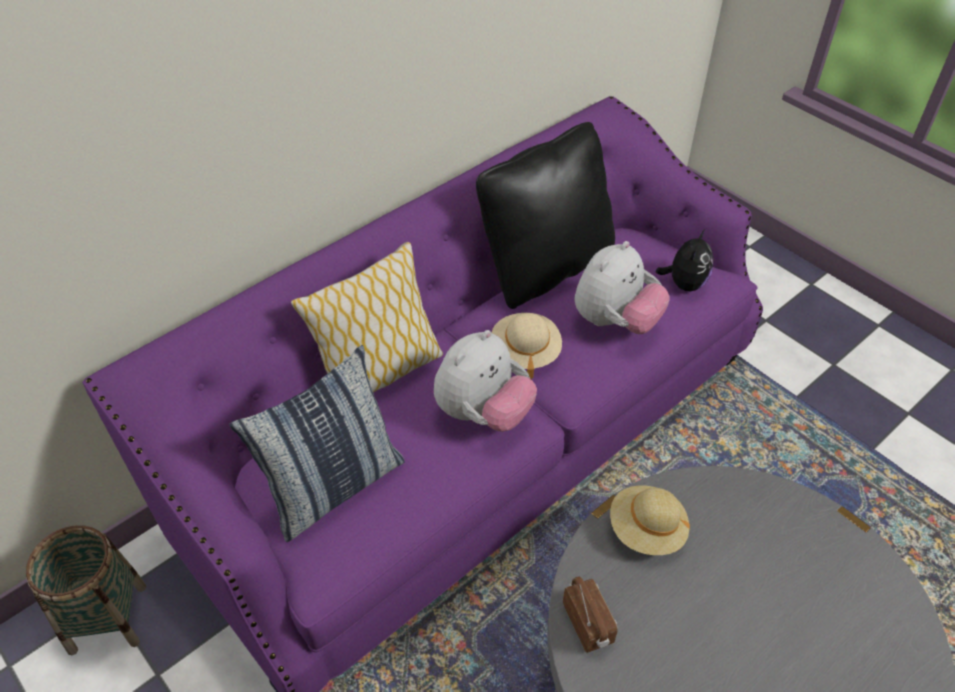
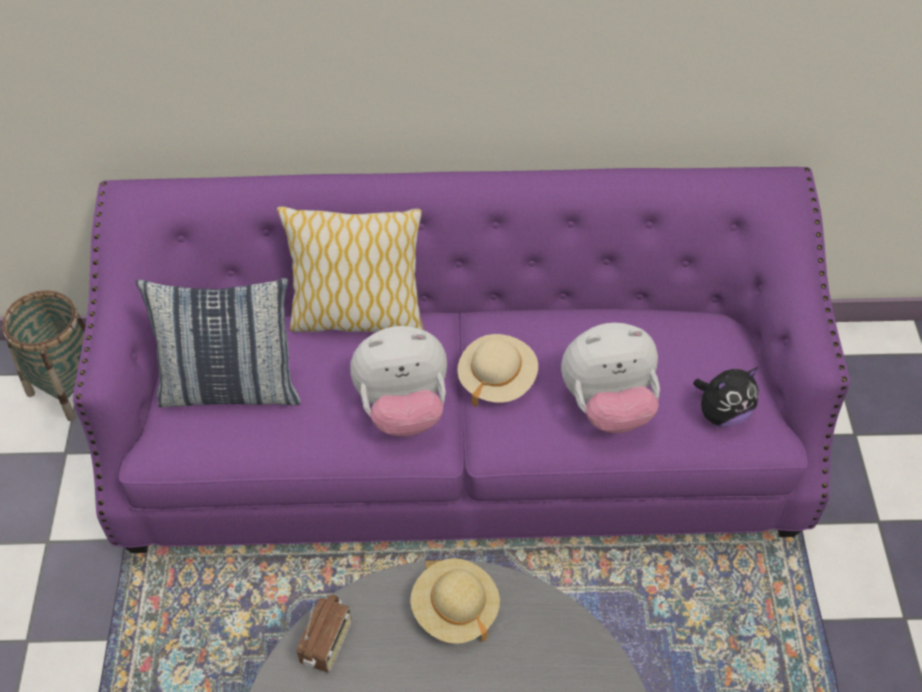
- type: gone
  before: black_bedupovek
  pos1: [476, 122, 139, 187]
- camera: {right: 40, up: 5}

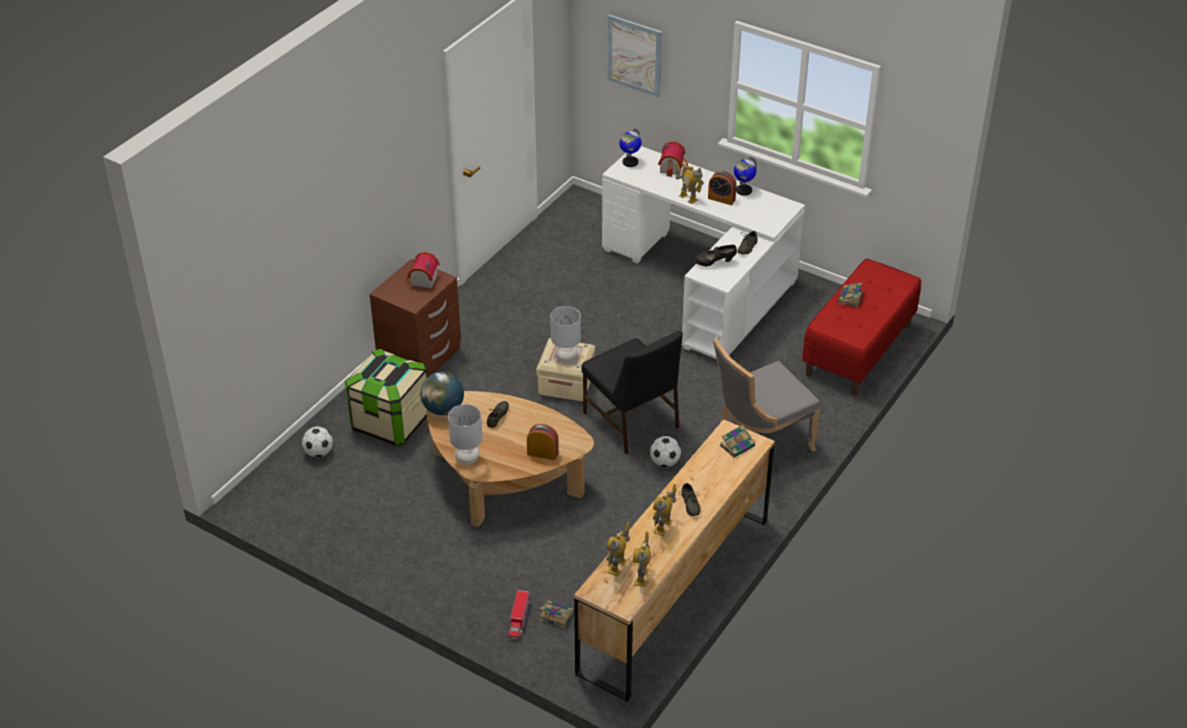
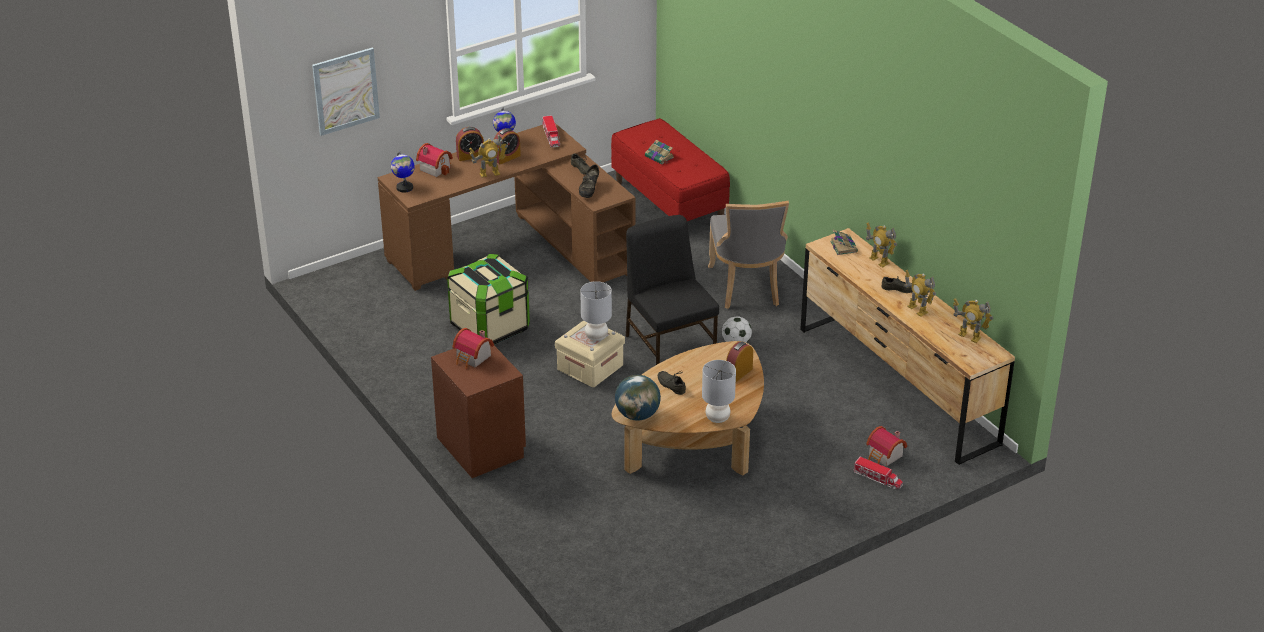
- type: repainted
  before: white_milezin
  after: brown_milezin
  pos1: [602, 146, 203, 213]
  pos2: [378, 123, 257, 168]
- type: rotated
  before: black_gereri
  pos1: [581, 331, 102, 123]
  pos2: [626, 215, 93, 150]
  turn: -105
- type: shifted
  before: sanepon
  pos1: [345, 349, 83, 97]
  pos2: [447, 254, 83, 91]
- type: gone
  before: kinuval
  pos1: [302, 427, 31, 30]
- type: shifted
  before: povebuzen
  pos1: [607, 522, 23, 54]
  pos2: [866, 222, 31, 45]
- type: swapped
  before: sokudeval
  after: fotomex
  pos1: [539, 601, 34, 27]
  pos2: [866, 426, 41, 40]
- type: new
  after: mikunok
  pos2: [543, 115, 17, 32]
- type: new
  after: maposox
  pos2: [456, 127, 28, 34]
- camera: {right: -65, up: -5}

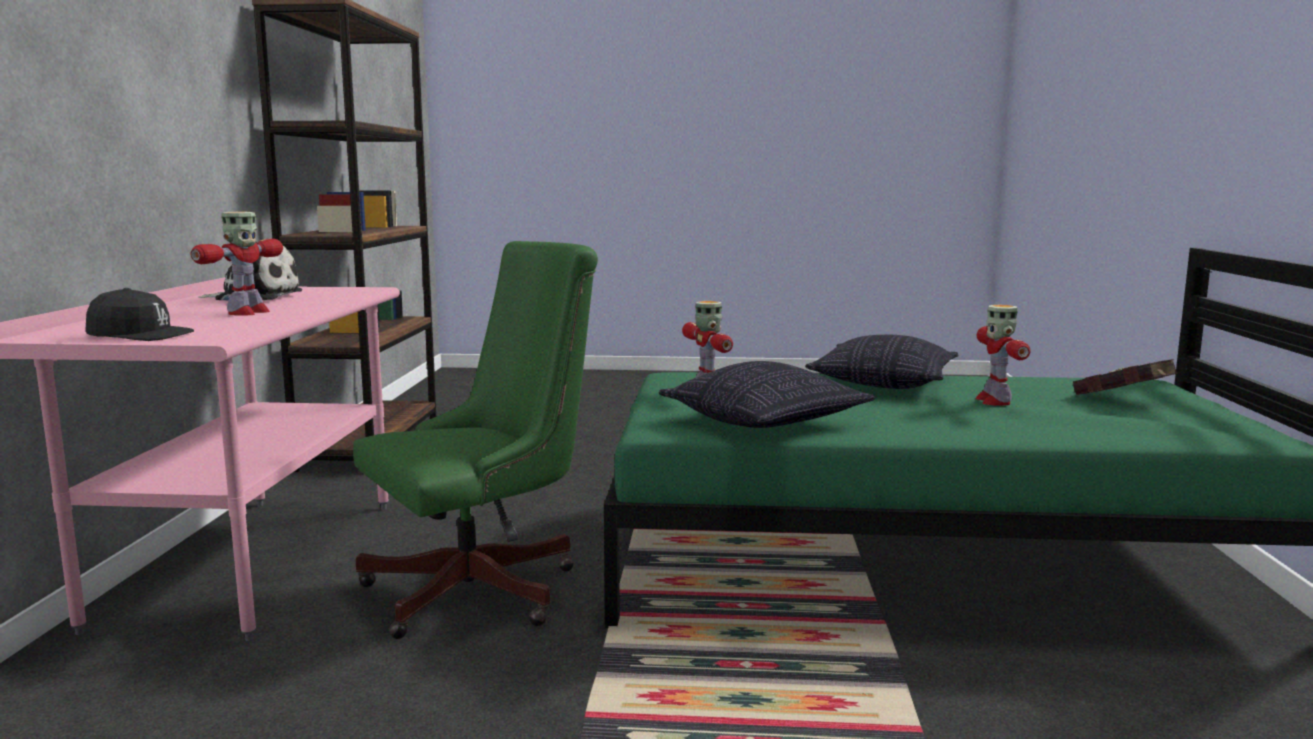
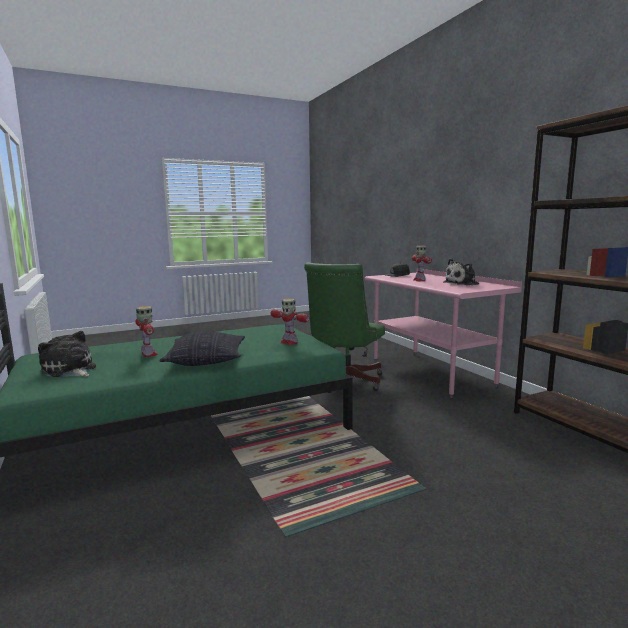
- type: swapped
  before: red_sokudeval
  after: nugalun
  pos1: [1073, 359, 105, 36]
  pos2: [38, 331, 58, 46]
- type: gone
  before: bedupovek
  pos1: [659, 361, 217, 67]
- camera: {right: 150, up: 0}

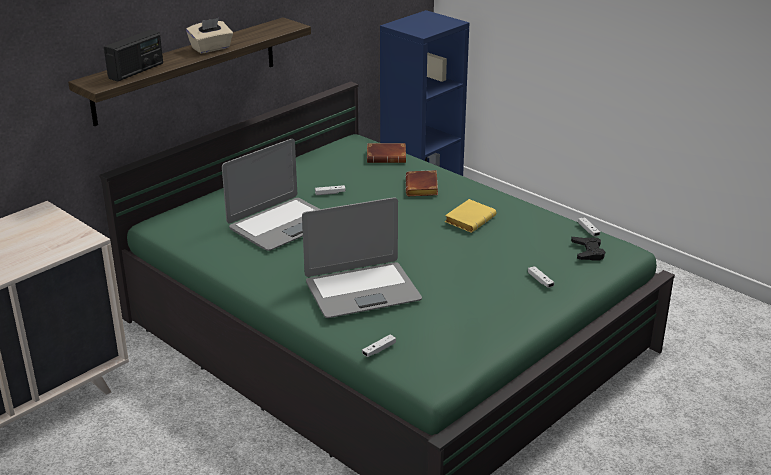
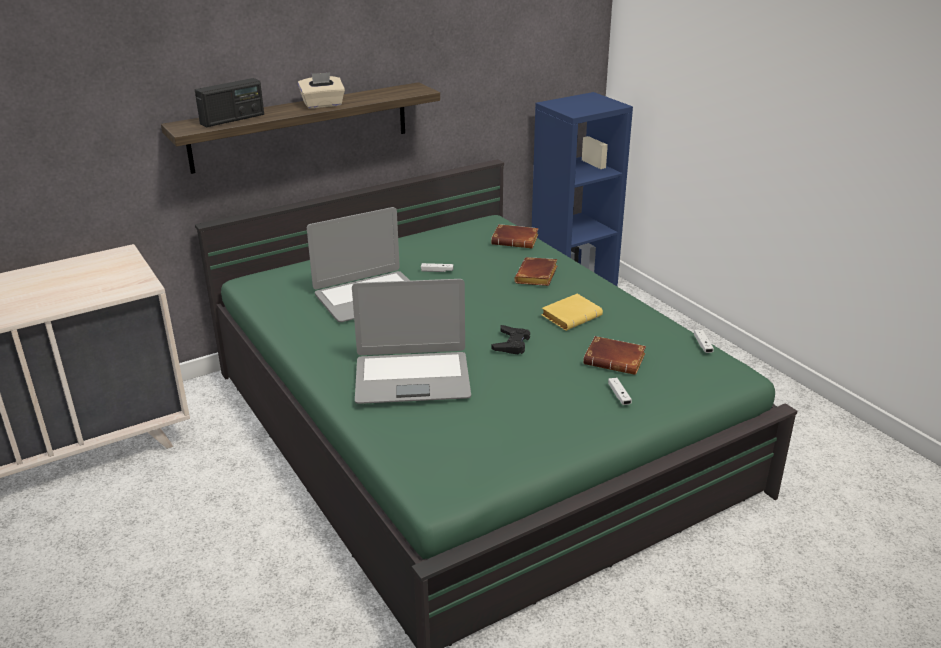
- type: shifted
  before: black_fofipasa
  pos1: [571, 237, 34, 24]
  pos2: [491, 325, 39, 29]
- type: gone
  before: white_fofipasa
  pos1: [362, 335, 34, 22]
- type: new
  after: brown_sokudeval
  pos2: [583, 336, 63, 39]
- camera: {right: 15, up: 0}

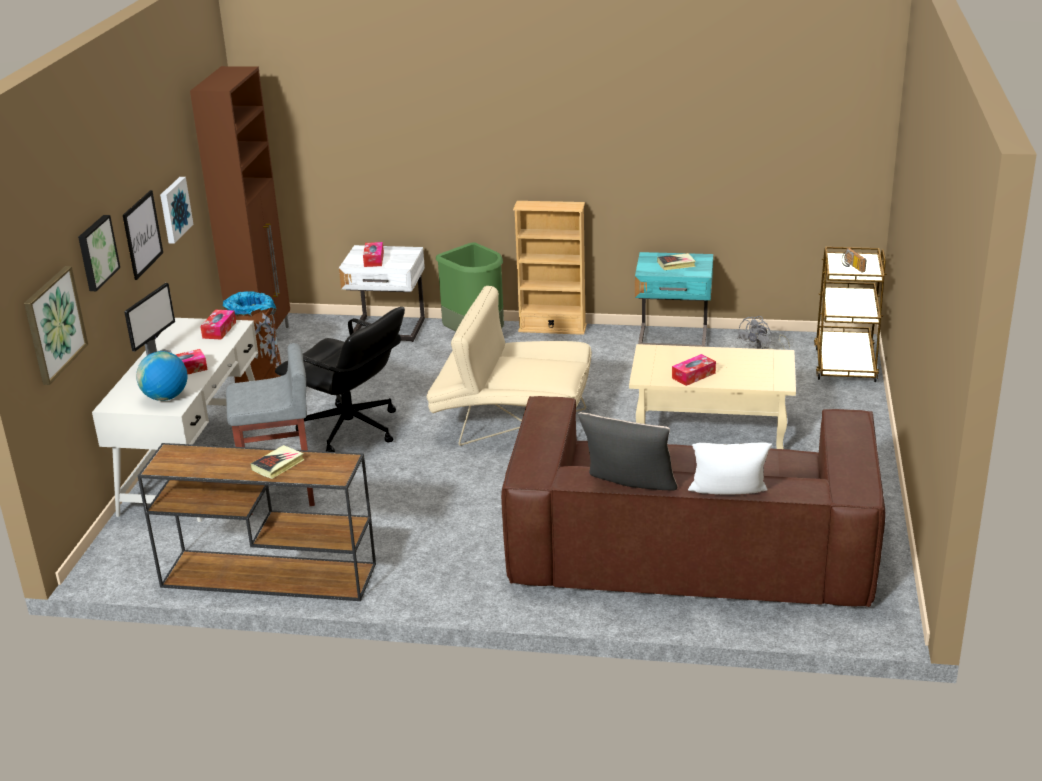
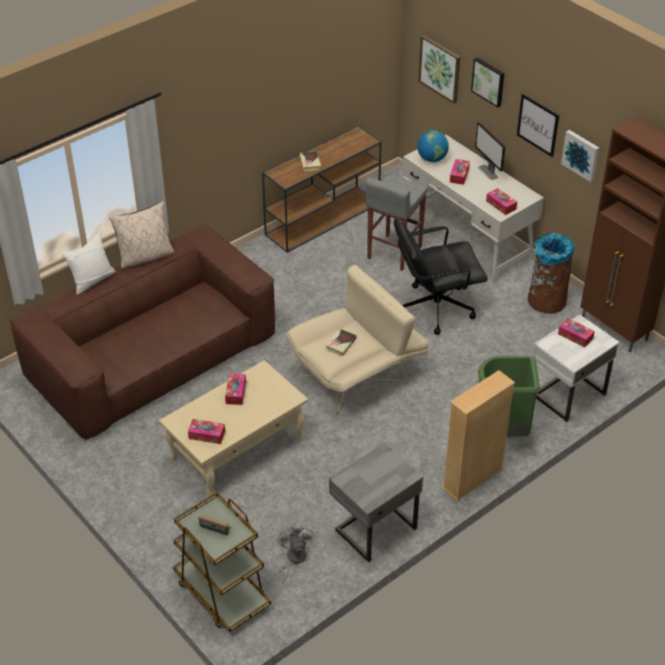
- type: repainted
  before: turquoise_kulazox
  after: grey_kulazox
  pos1: [635, 252, 78, 95]
  pos2: [329, 443, 94, 119]
- type: shifted
  before: sokudeval
  pos1: [657, 253, 39, 17]
  pos2: [325, 329, 32, 27]
- type: new
  after: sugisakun
  pos2: [188, 419, 37, 25]
- camera: {right: 130, up: 15}

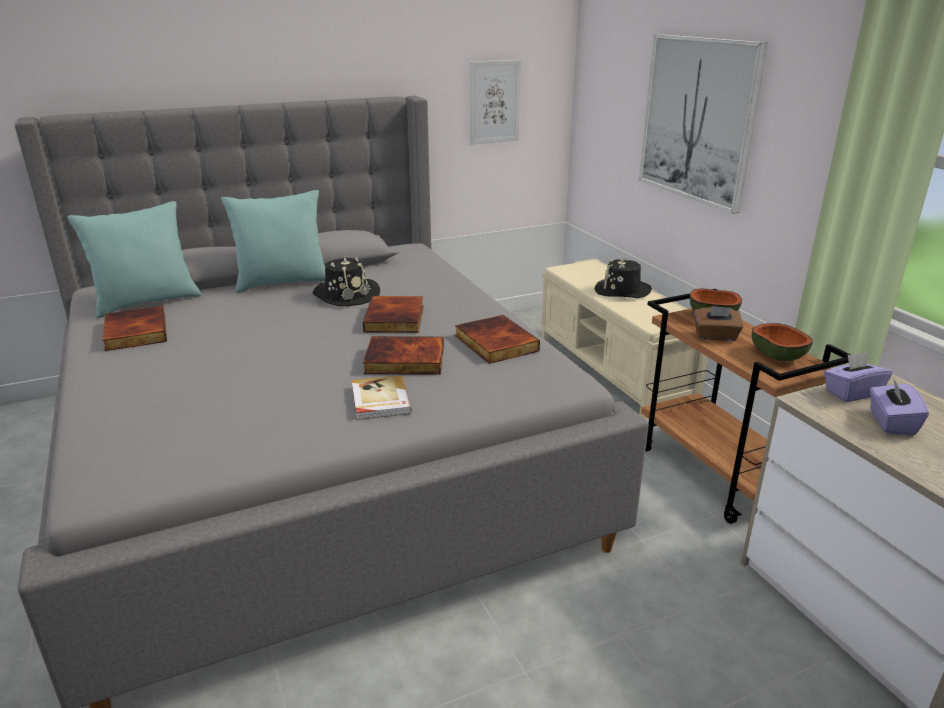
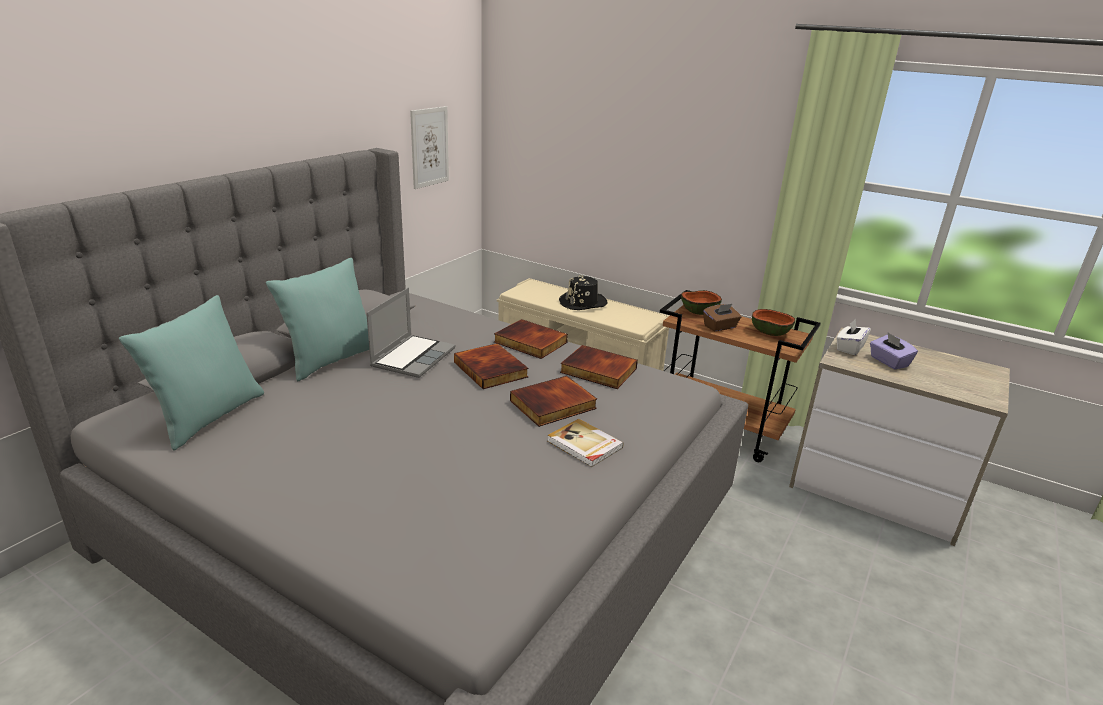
- type: gone
  before: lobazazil
  pos1: [639, 34, 129, 180]
- type: swapped
  before: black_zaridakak
  after: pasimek
  pos1: [313, 257, 67, 49]
  pos2: [366, 288, 89, 90]
- type: shifted
  before: sokudeval
  pos1: [102, 306, 65, 45]
  pos2: [494, 319, 74, 40]
- type: repainted
  before: purple_sugisakun
  after: white_sugisakun
  pos1: [824, 352, 68, 50]
  pos2: [836, 319, 35, 36]
- camera: {right: -35, up: 0}

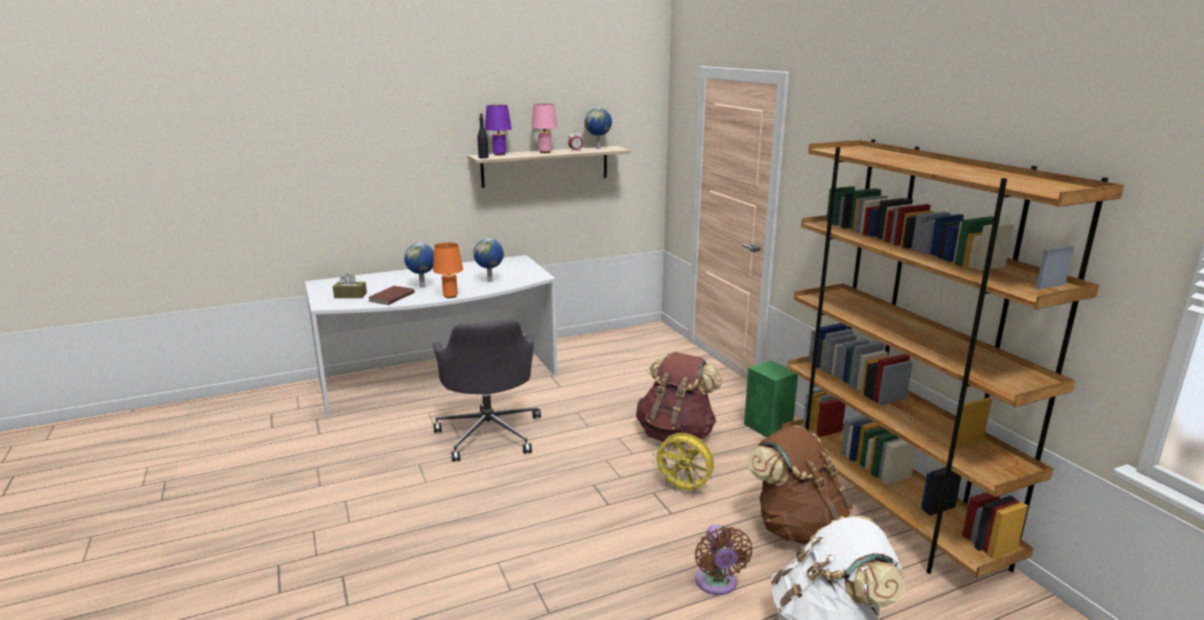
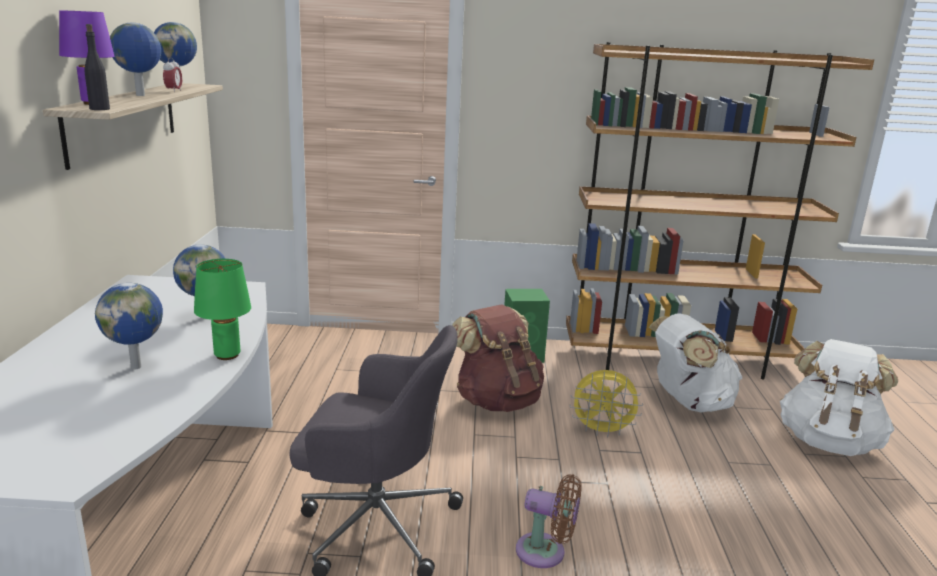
- type: swapped
  before: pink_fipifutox
  after: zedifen
  pos1: [531, 103, 26, 50]
  pos2: [110, 23, 51, 73]
- type: repainted
  before: orange_fipifutox
  after: green_fipifutox
  pos1: [433, 242, 30, 56]
  pos2: [194, 259, 57, 101]
- type: gone
  before: brown_sugisakun
  pos1: [333, 273, 34, 25]
- type: gone
  before: brown_sokudeval
  pos1: [368, 286, 47, 19]
- type: repainted
  before: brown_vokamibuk
  after: white_vokamibuk
  pos1: [747, 425, 106, 119]
  pos2: [649, 314, 93, 98]
- type: rotated
  before: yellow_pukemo
  pos1: [652, 433, 62, 62]
  pos2: [570, 370, 73, 67]
  turn: 45
- type: shifted
  before: brown_pukemo
  pos1: [695, 524, 57, 71]
  pos2: [516, 474, 65, 94]
- camera: {right: -65, up: 0}

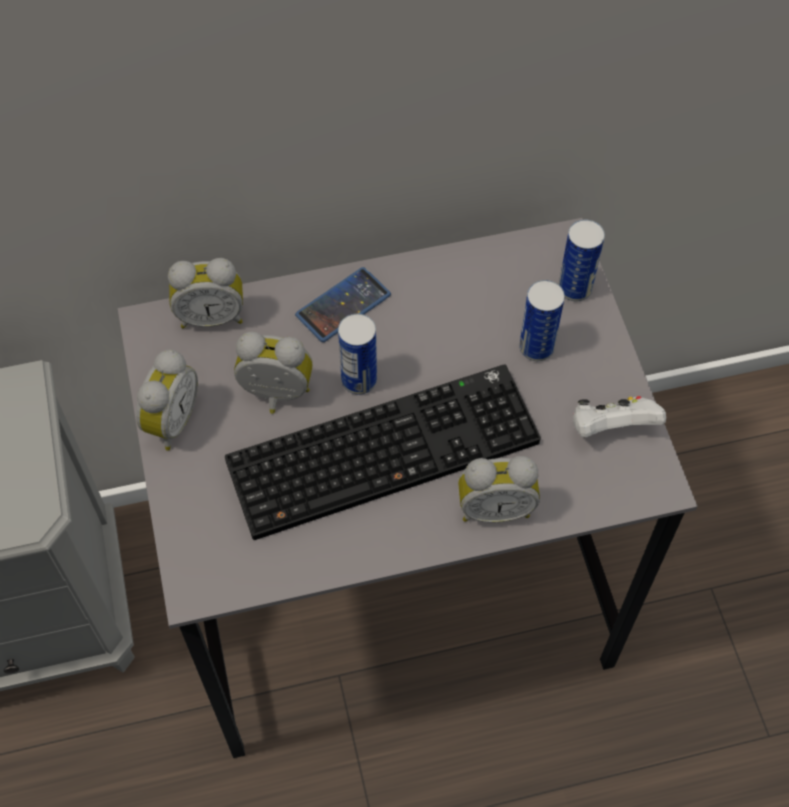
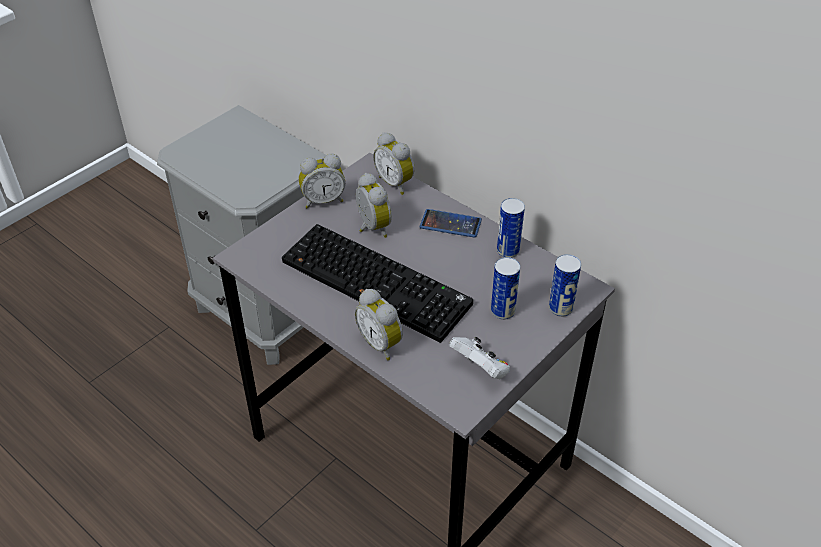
- type: shifted
  before: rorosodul
  pos1: [338, 314, 39, 81]
  pos2: [497, 198, 28, 60]
- camera: {right: 55, up: -15}

